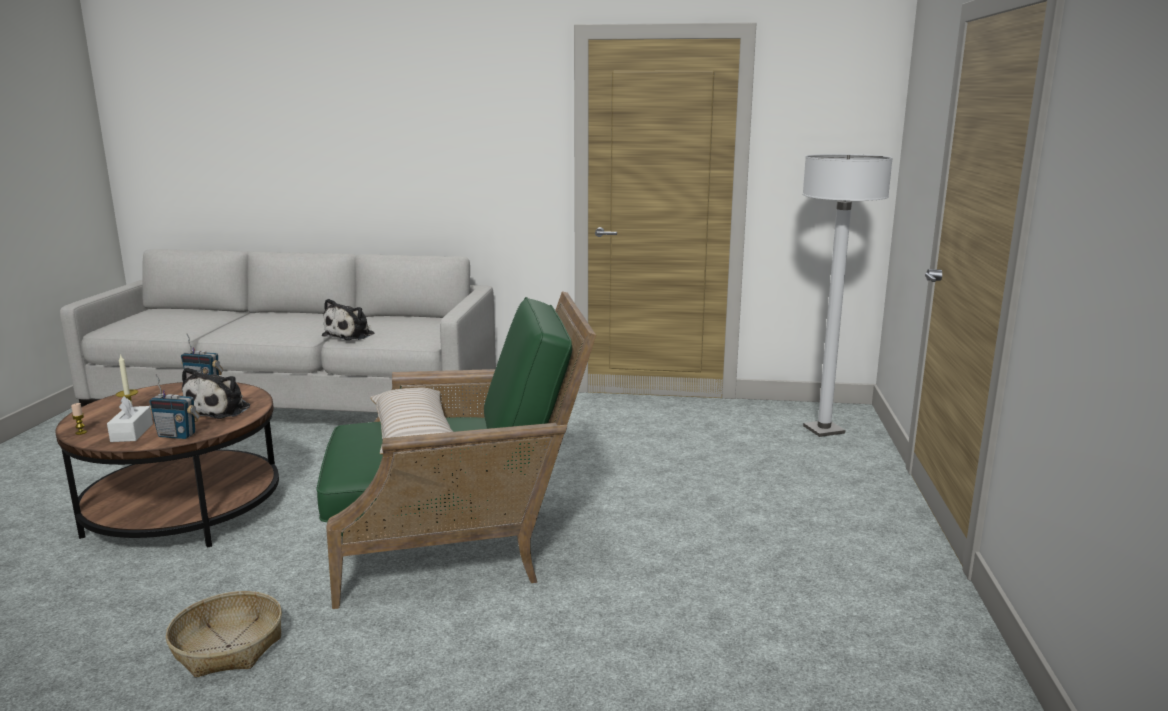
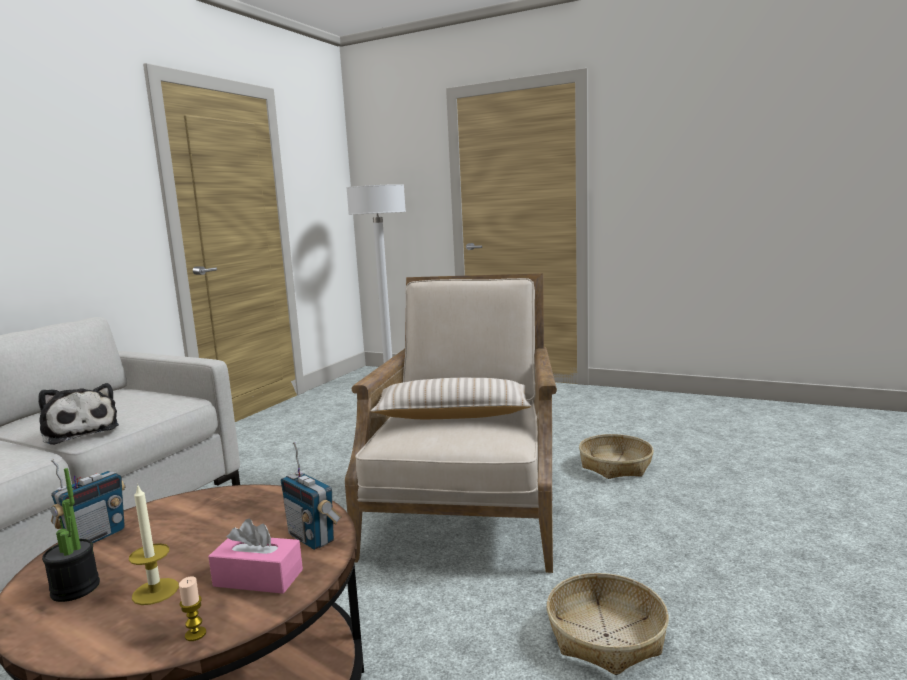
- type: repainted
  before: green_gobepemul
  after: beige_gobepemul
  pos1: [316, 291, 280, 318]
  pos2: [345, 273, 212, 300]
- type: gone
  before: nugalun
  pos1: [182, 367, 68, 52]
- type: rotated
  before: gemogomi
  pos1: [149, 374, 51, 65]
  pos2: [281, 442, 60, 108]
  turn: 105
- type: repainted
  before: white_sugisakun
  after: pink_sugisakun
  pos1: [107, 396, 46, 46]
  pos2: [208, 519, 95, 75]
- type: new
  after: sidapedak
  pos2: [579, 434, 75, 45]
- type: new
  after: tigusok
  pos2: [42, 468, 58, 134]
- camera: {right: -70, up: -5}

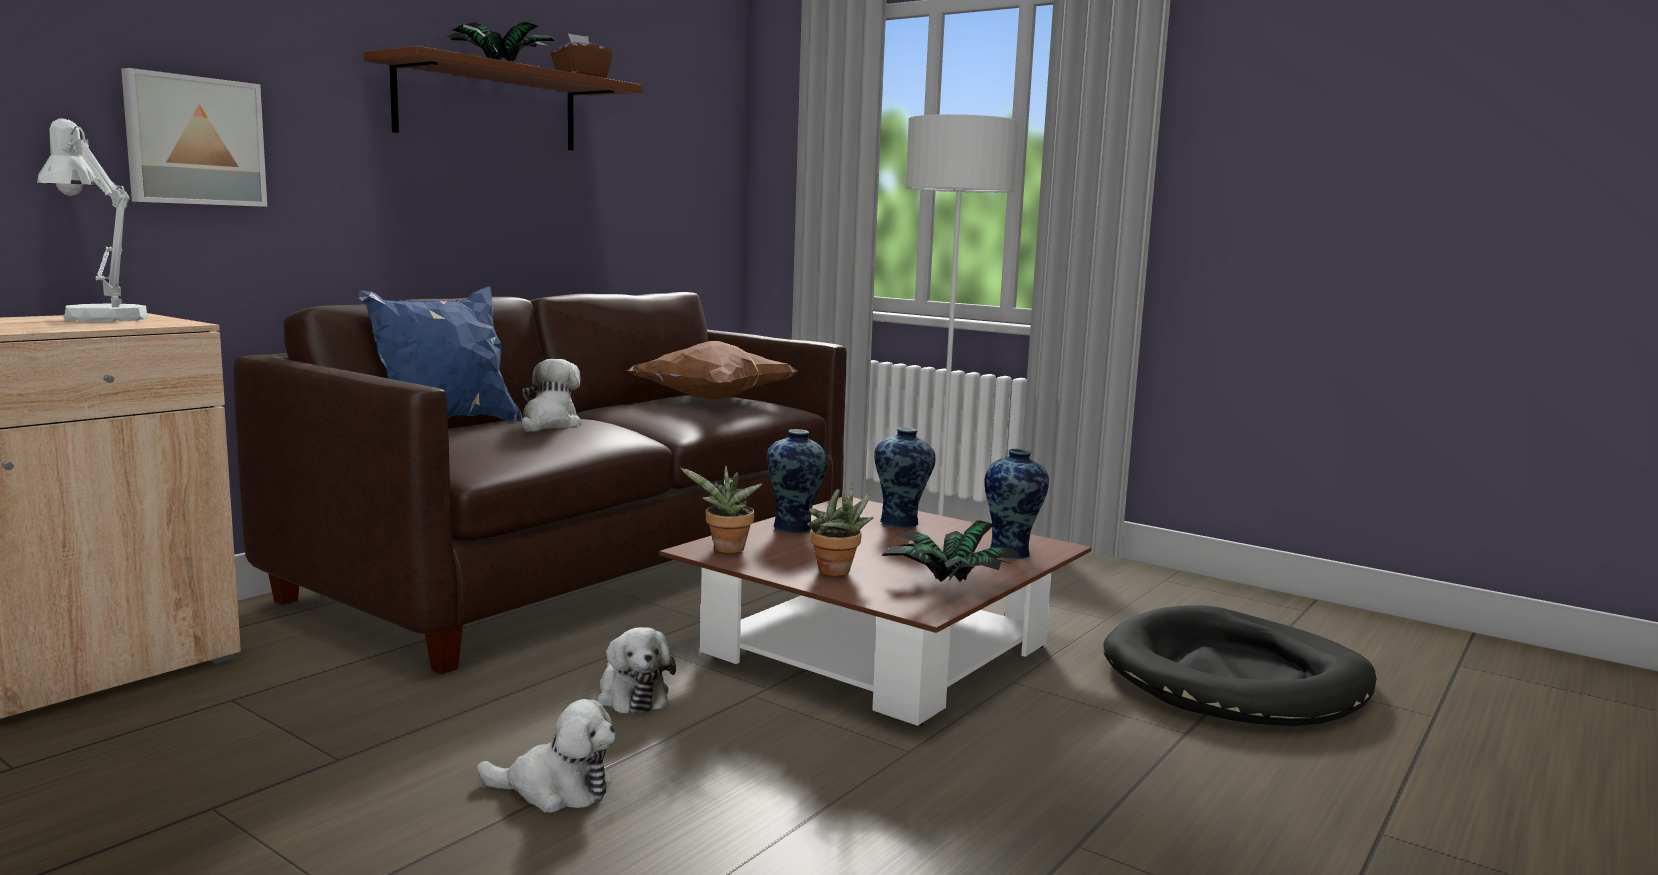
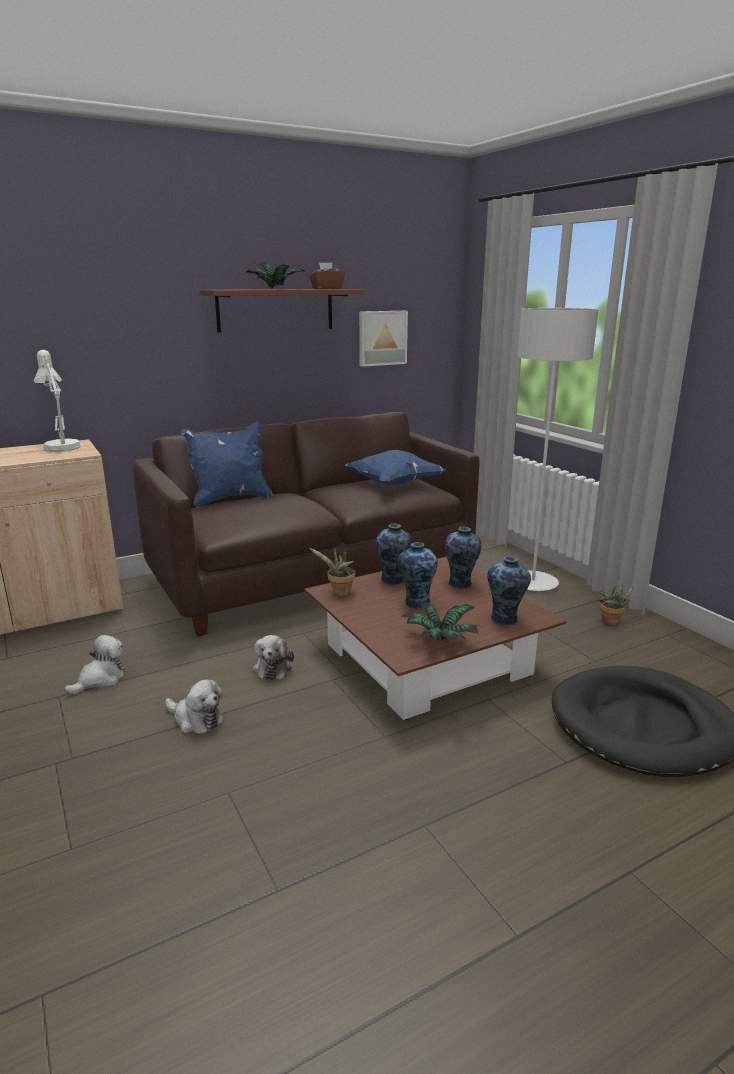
- type: shifted
  before: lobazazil
  pos1: [121, 68, 146, 139]
  pos2: [359, 311, 49, 56]
- type: repainted
  before: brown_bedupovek
  after: blue_bedupovek
  pos1: [627, 341, 171, 59]
  pos2: [344, 450, 102, 35]
- type: shifted
  before: nugalun
  pos1: [521, 359, 60, 73]
  pos2: [65, 635, 60, 60]
- type: shifted
  before: tigusok
  pos1: [807, 483, 67, 93]
  pos2: [598, 584, 35, 41]
- type: new
  after: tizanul
  pos2: [397, 542, 41, 67]
- camera: {right: 25, up: 10}

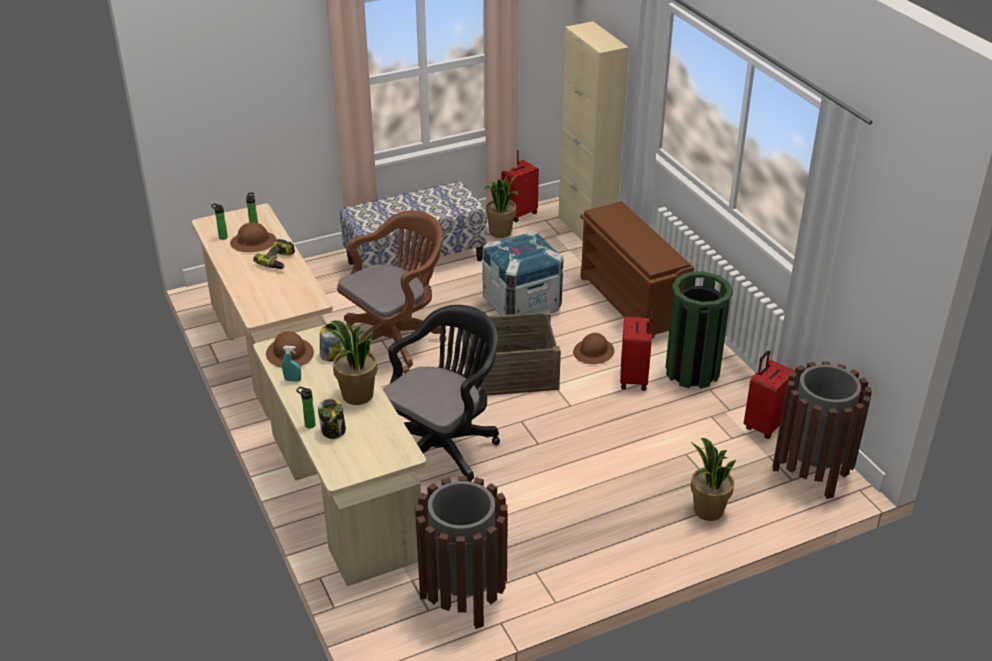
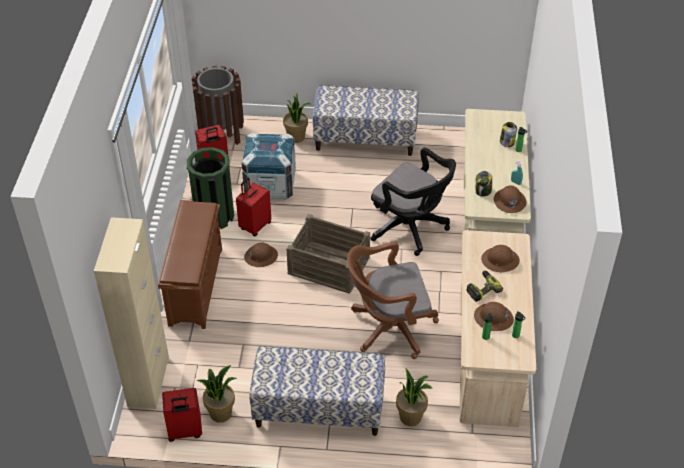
- type: shifted
  before: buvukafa
  pos1: [482, 231, 82, 84]
  pos2: [241, 133, 55, 67]
- type: rotated
  before: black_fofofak
  pos1: [383, 305, 117, 177]
  pos2: [371, 147, 85, 109]
  turn: -120
- type: shifted
  before: tigusok
  pos1: [324, 320, 54, 85]
  pos2: [396, 369, 37, 57]
- type: gone
  before: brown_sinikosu
  pos1: [415, 476, 93, 153]
- type: new
  after: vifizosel
  pos2: [312, 85, 107, 71]
- type: new
  after: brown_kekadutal
  pos2: [481, 245, 39, 27]
- camera: {right: -150, up: 10}

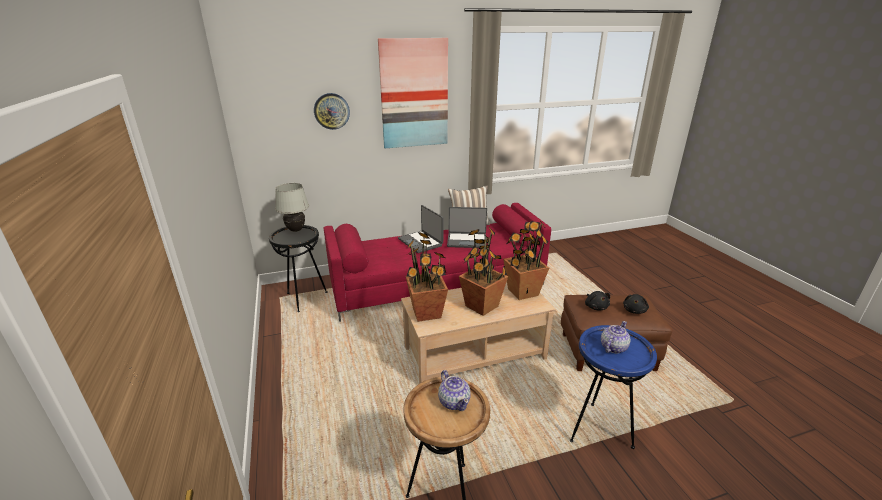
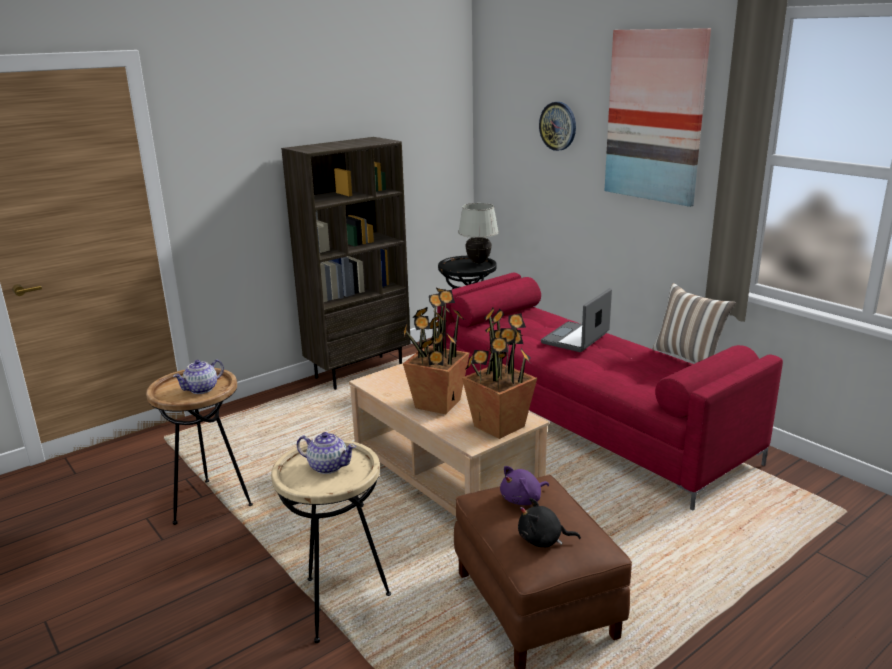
- type: gone
  before: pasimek
  pos1: [447, 207, 40, 41]
- type: gone
  before: tigusok
  pos1: [406, 232, 42, 90]
- type: repainted
  before: black_nugalun
  after: purple_nugalun
  pos1: [585, 291, 25, 19]
  pos2: [500, 466, 49, 39]
- type: repainted
  before: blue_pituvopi
  after: beige_pituvopi
  pos1: [570, 325, 87, 124]
  pos2: [271, 440, 120, 203]
- type: new
  after: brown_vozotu
  pos2: [281, 137, 130, 253]
- camera: {right: 70, up: -5}

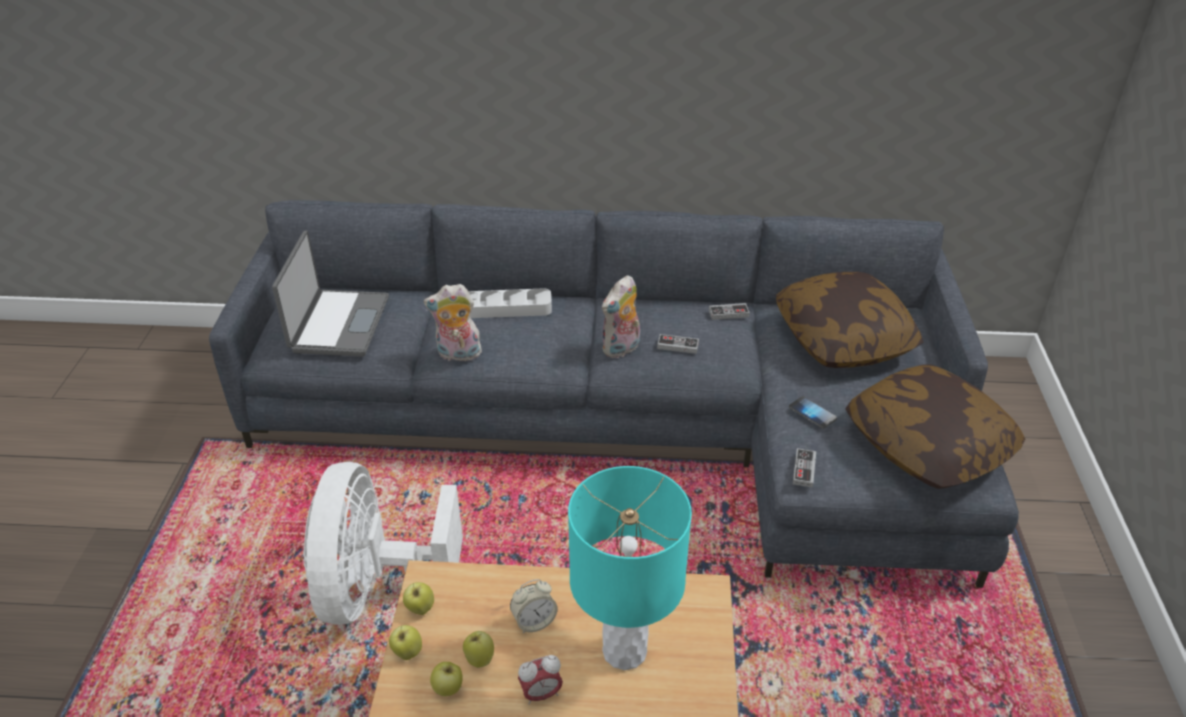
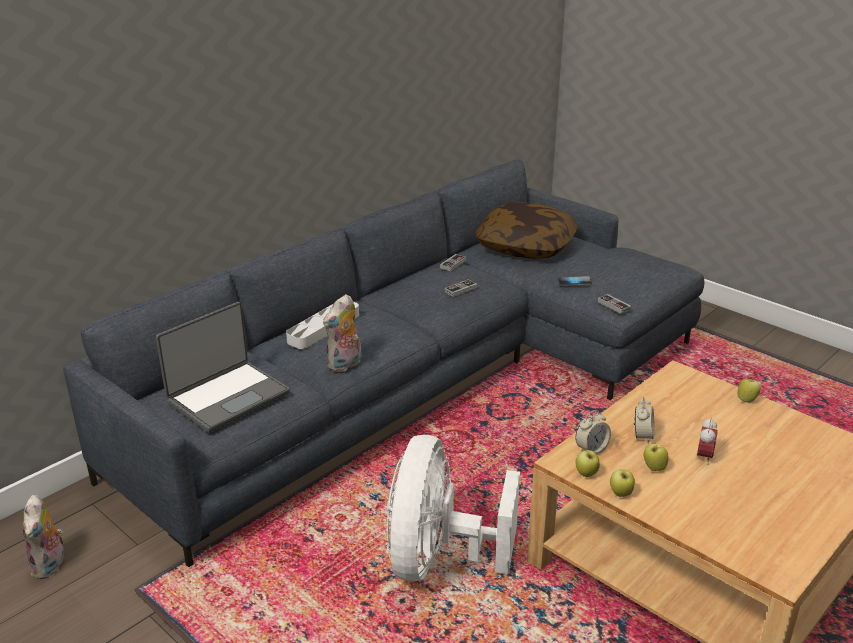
- type: rotated
  before: pasimek
  pos1: [272, 230, 117, 127]
  pos2: [156, 302, 134, 131]
  turn: 90
- type: shifted
  before: nugalun
  pos1: [602, 275, 38, 83]
  pos2: [23, 495, 41, 84]
- type: gone
  before: bedupovek
  pos1: [845, 364, 180, 125]
- type: rotated
  before: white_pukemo
  pos1: [303, 462, 160, 163]
  pos2: [387, 435, 133, 146]
  turn: 60
- type: gone
  before: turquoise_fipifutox
  pos1: [568, 466, 124, 204]
- type: shifted
  before: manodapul
  pos1: [430, 662, 33, 34]
  pos2: [737, 379, 24, 24]
- type: new
  after: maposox
  pos2: [575, 410, 36, 44]
- camera: {right: -50, up: -10}

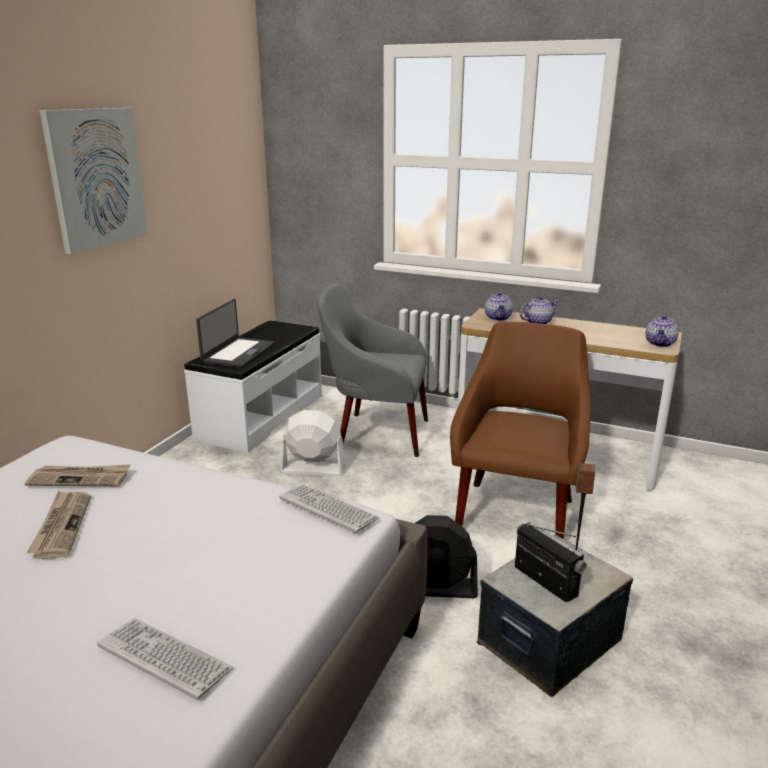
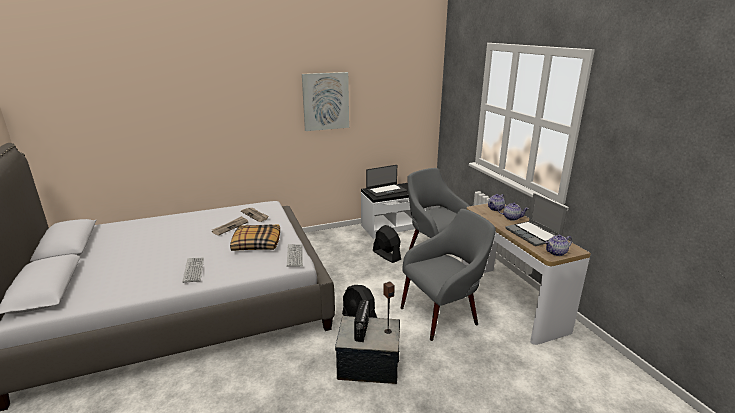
- type: repainted
  before: brown_gobepemul
  after: grey_gobepemul
  pos1: [450, 322, 141, 217]
  pos2: [401, 209, 95, 132]
- type: repainted
  before: white_pukemo
  after: black_pukemo
  pos1: [279, 410, 67, 66]
  pos2: [373, 225, 28, 38]
- type: new
  after: pasimek
  pos2: [505, 193, 62, 53]
- type: new
  after: bedupovek
  pos2: [230, 224, 50, 27]
- camera: {right: 45, up: 0}

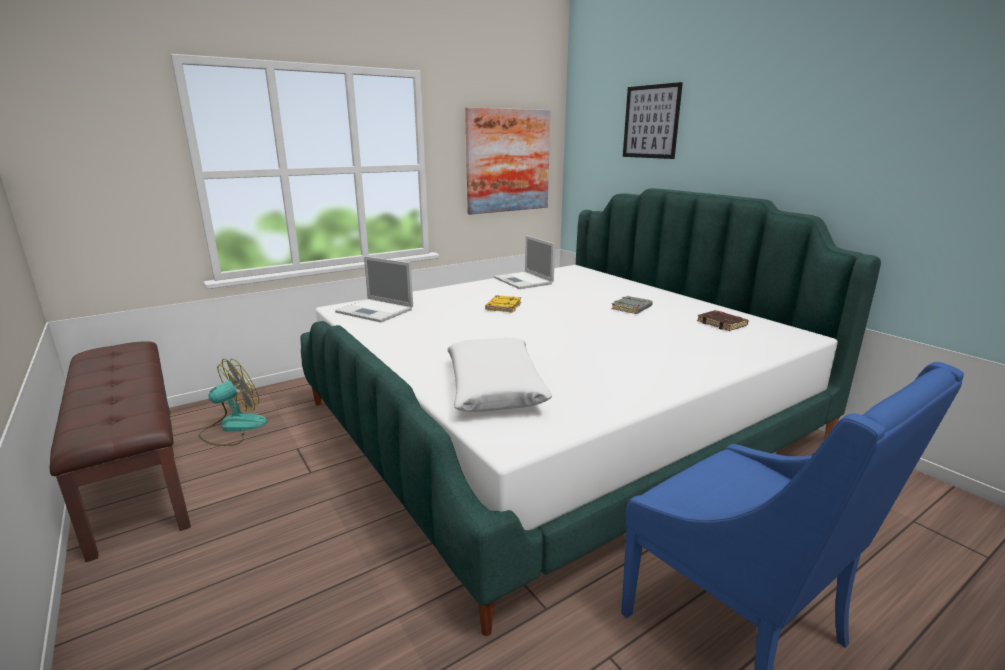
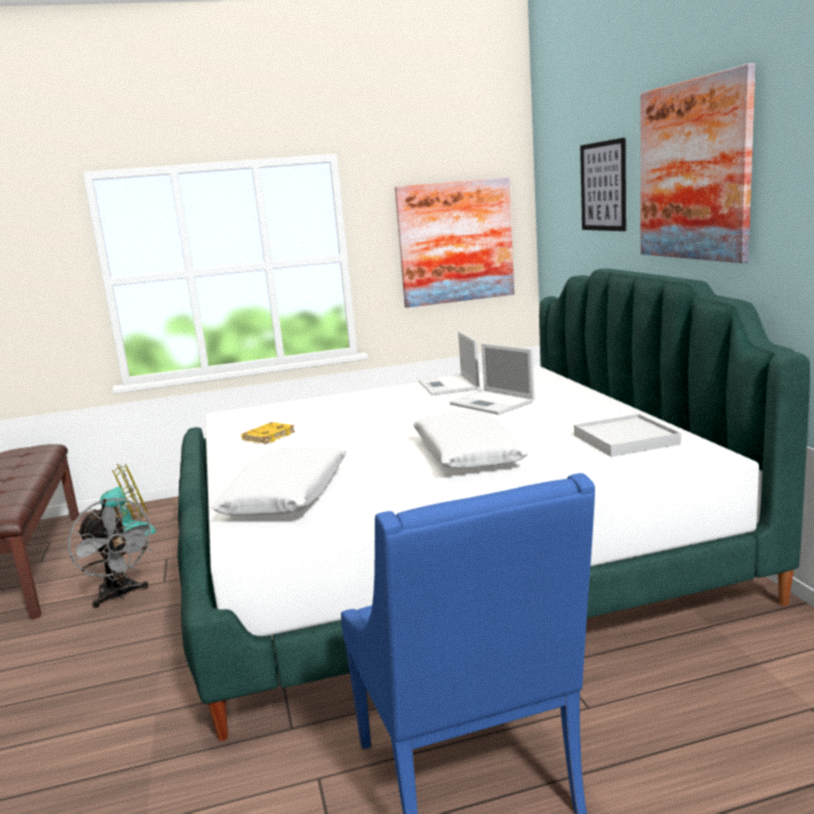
- type: shifted
  before: pasimek
  pos1: [335, 256, 78, 67]
  pos2: [450, 343, 85, 72]
- type: shifted
  before: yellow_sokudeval
  pos1: [485, 295, 36, 18]
  pos2: [241, 422, 54, 22]
- type: gone
  before: grey_sokudeval
  pos1: [611, 296, 42, 18]
- type: swapped
  before: brown_sokudeval
  after: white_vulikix
  pos1: [697, 310, 52, 21]
  pos2: [574, 414, 107, 43]
- type: new
  after: lobazazil
  pos2: [640, 63, 116, 200]
- type: new
  after: white_bedupovek
  pos2: [413, 411, 115, 58]
- type: new
  after: grey_pukemo
  pos2: [67, 498, 88, 110]
- camera: {right: 20, up: -5}

